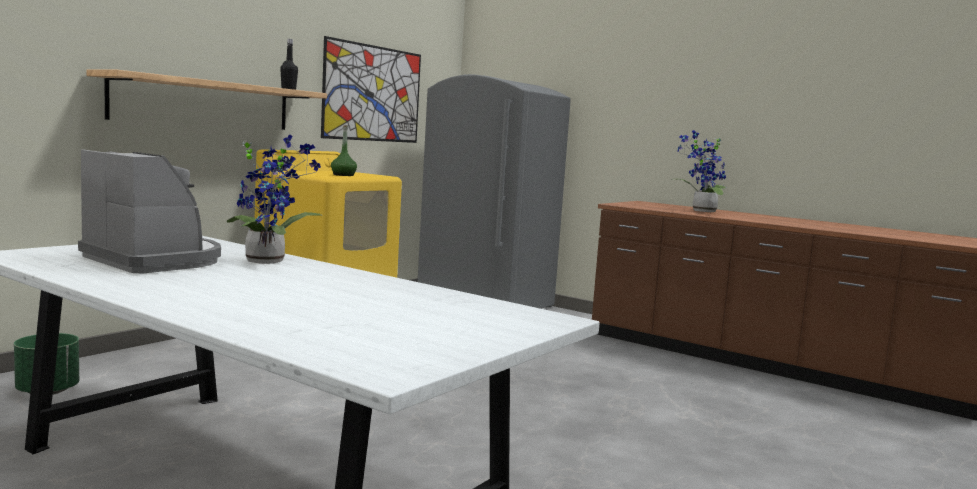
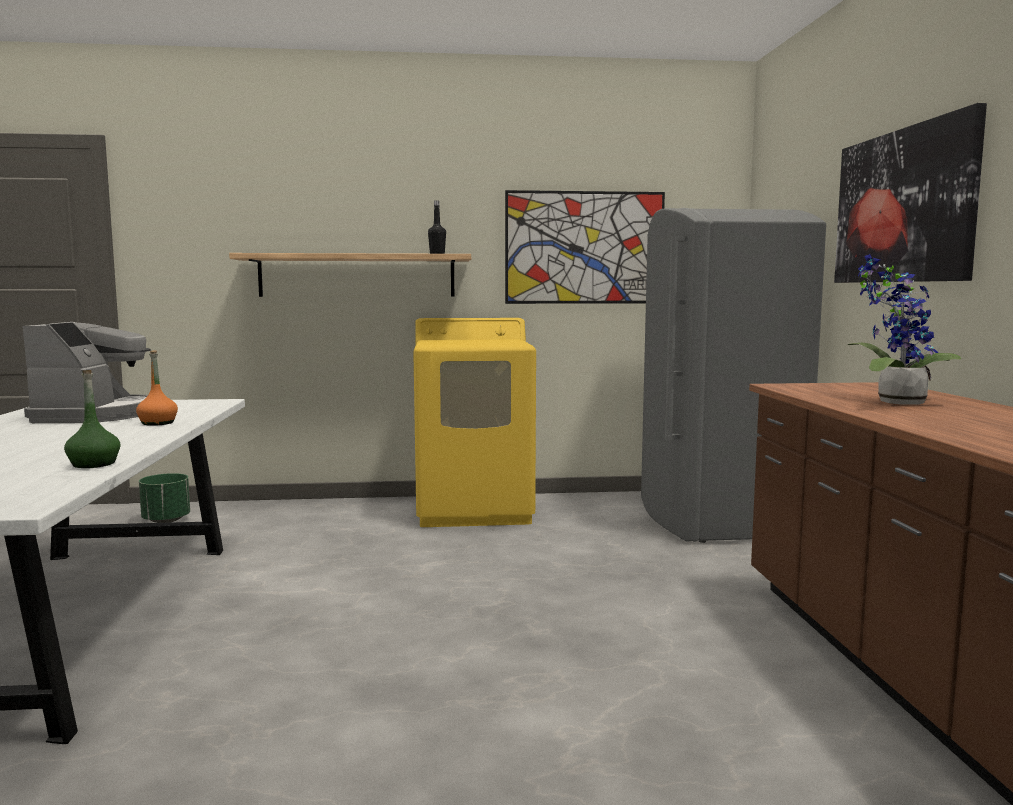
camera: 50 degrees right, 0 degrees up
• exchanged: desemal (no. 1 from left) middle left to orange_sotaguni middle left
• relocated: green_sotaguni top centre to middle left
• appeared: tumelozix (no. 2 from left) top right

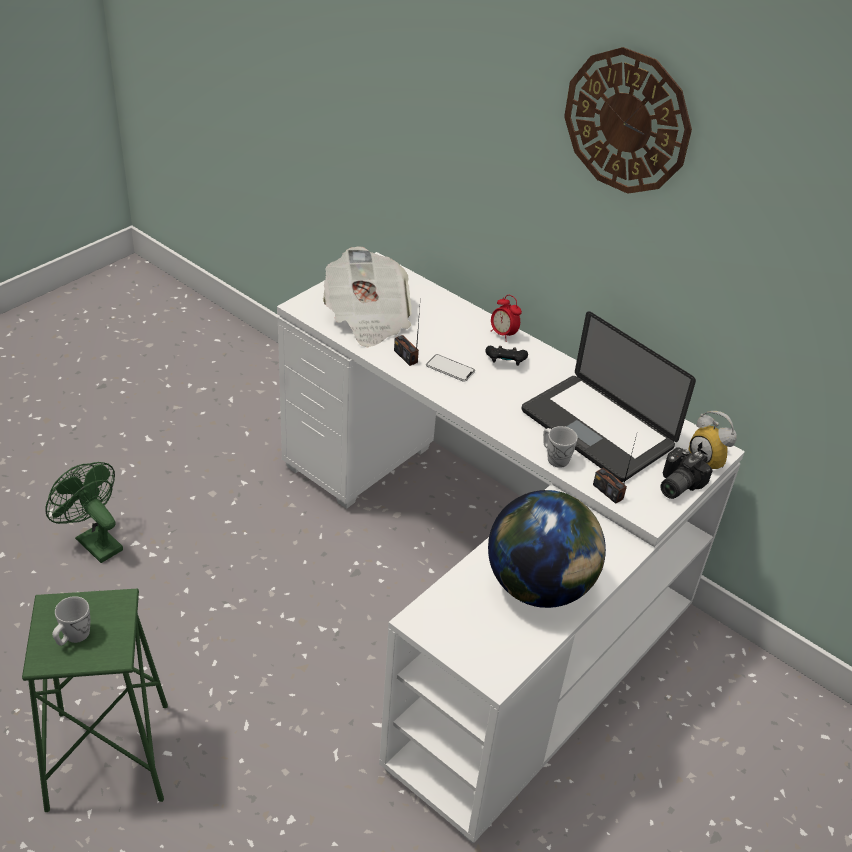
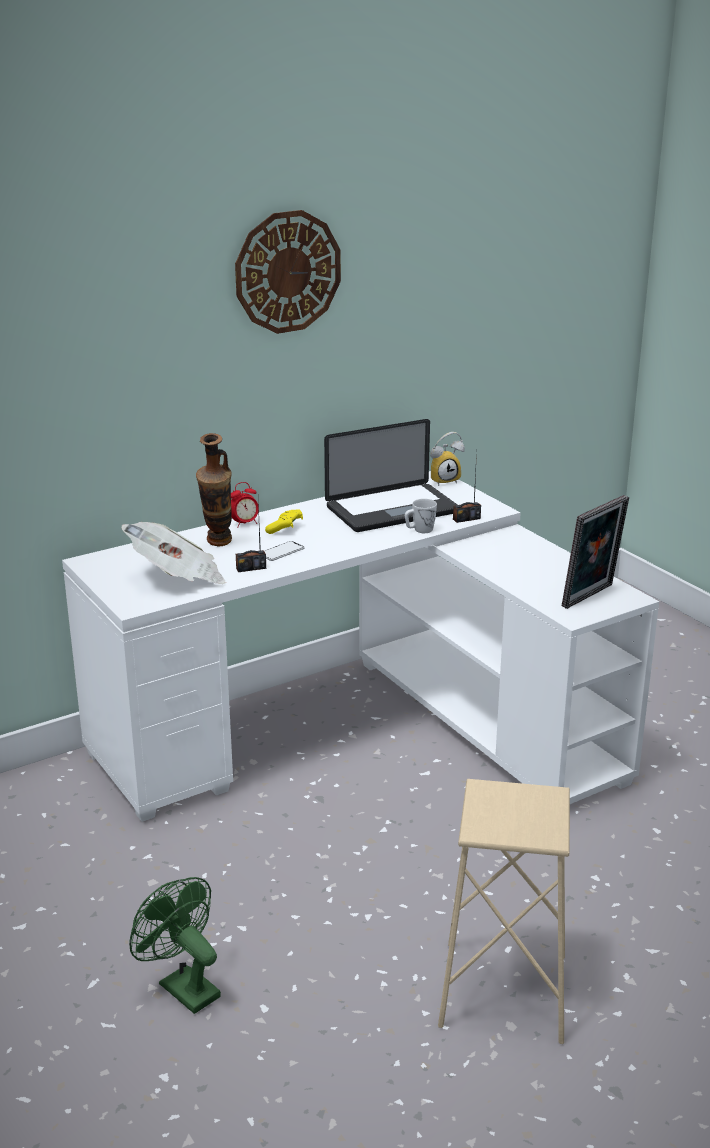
camera: 70 degrees left, 15 degrees down
• colour: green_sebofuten bottom left to beige_sebofuten bottom right
• spun: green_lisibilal middle left = bottom left 75 degrees clockwise
• missing: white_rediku (no. 1 from left) bottom left
• colour: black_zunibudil centre to yellow_zunibudil centre
• missing: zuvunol centre
• missing: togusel middle right
• appeared: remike middle left
• appeared: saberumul middle right

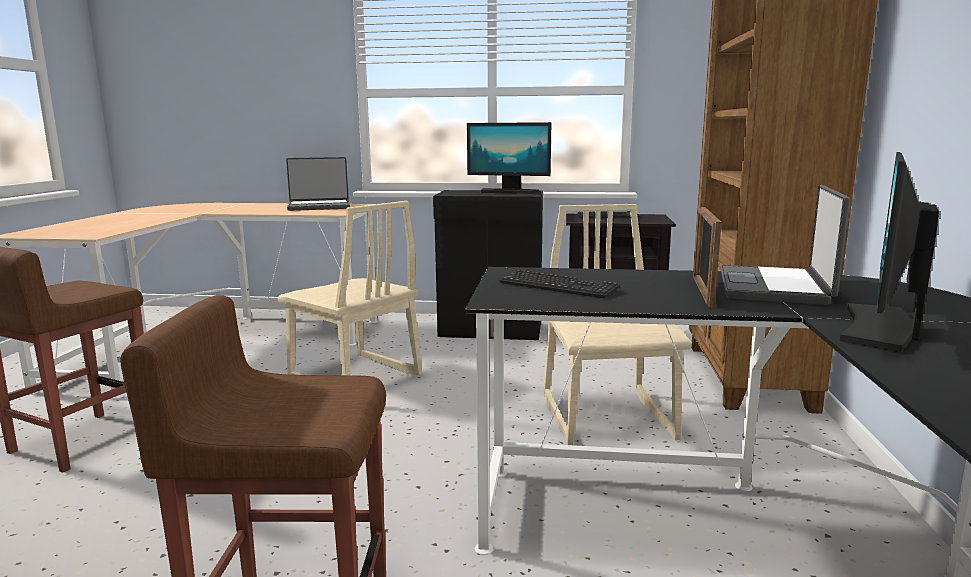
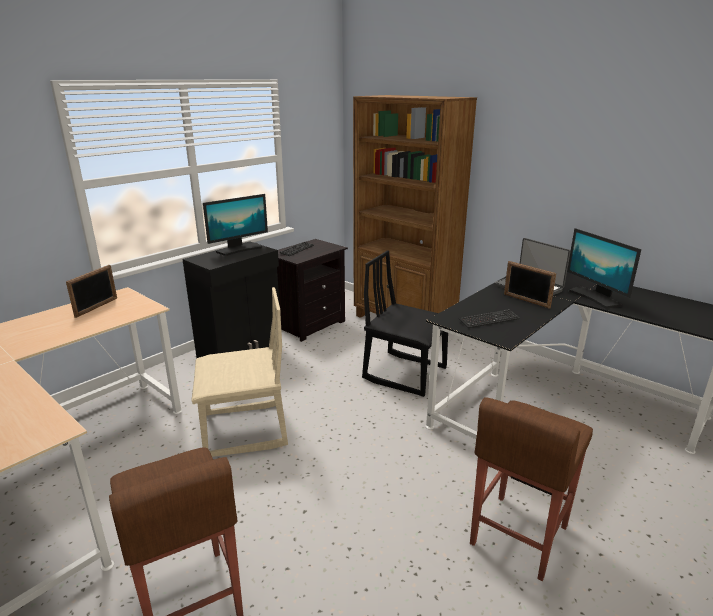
camera: 55 degrees left, 10 degrees up
• exchanged: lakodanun (no. 1 from left) top left to saberumul (no. 1 from left) middle left
• colour: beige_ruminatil (no. 2 from left) centre to black_ruminatil centre

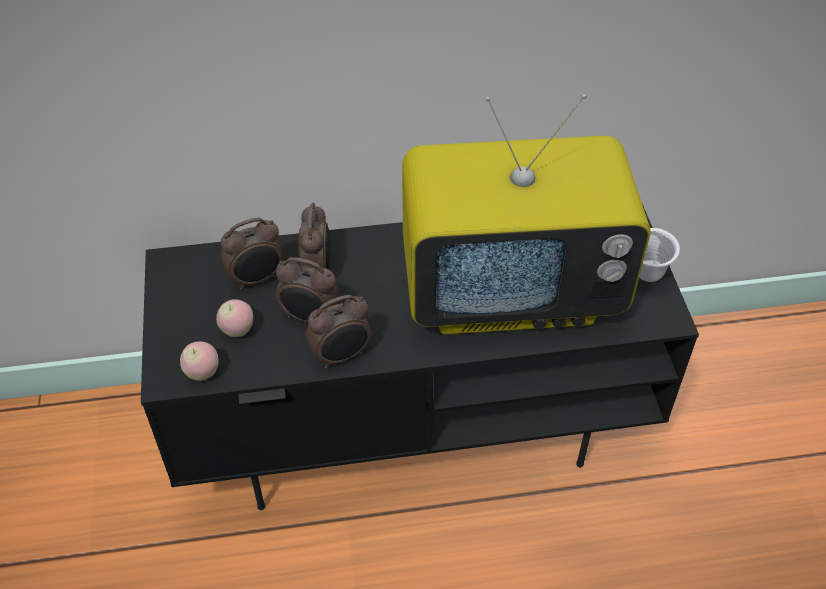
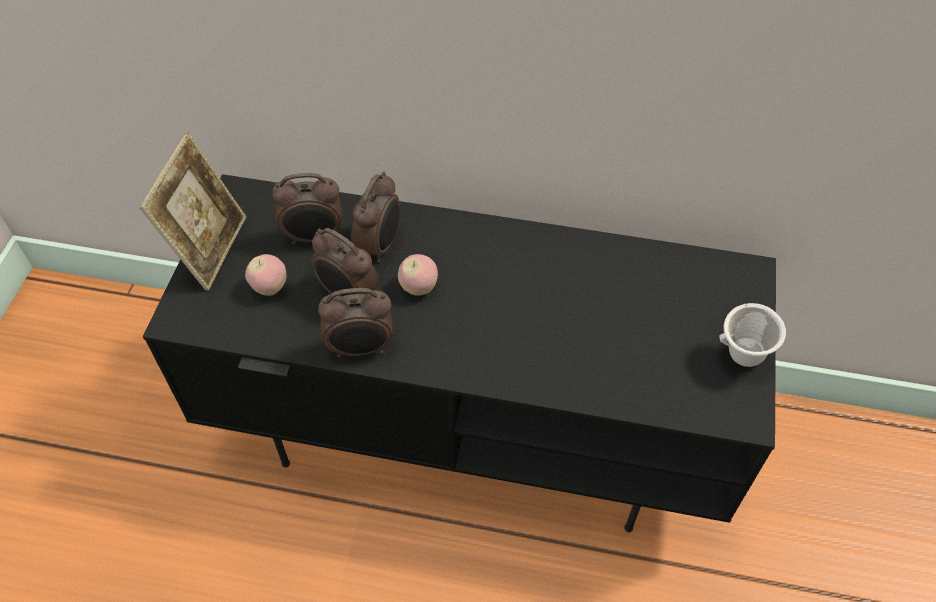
camera: 20 degrees right, 5 degrees up
• relocated: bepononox (no. 1 from left in the first image) middle left to bepononox (no. 2 from left) centre
• missing: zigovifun centre
• appeared: saberumul middle left

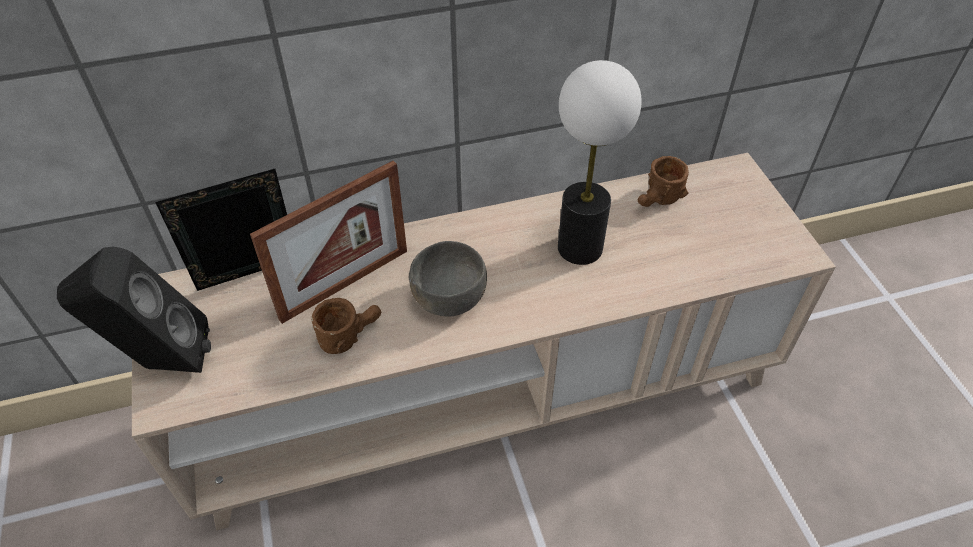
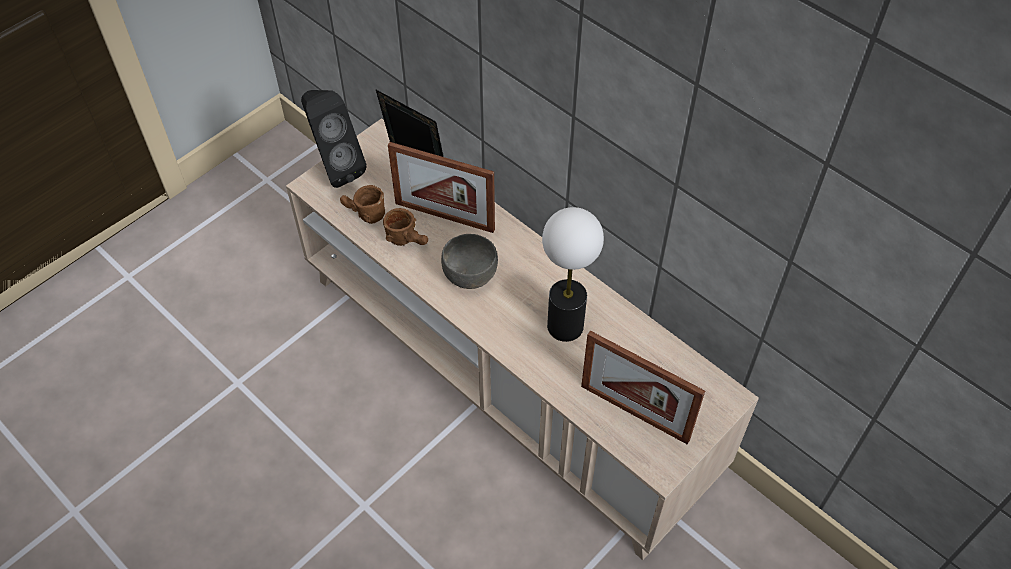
camera: 60 degrees right, 5 degrees up
• relocated: brown_rediku (no. 2 from left in the first image) top right to brown_rediku (no. 1 from left) centre
• appeared: saberumul (no. 3 from left) bottom centre

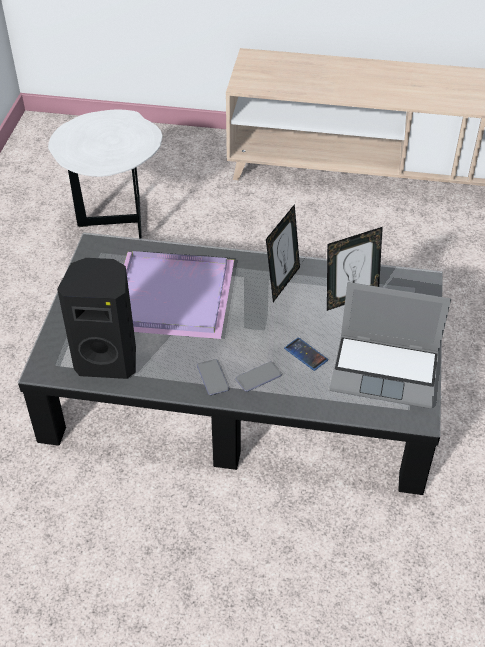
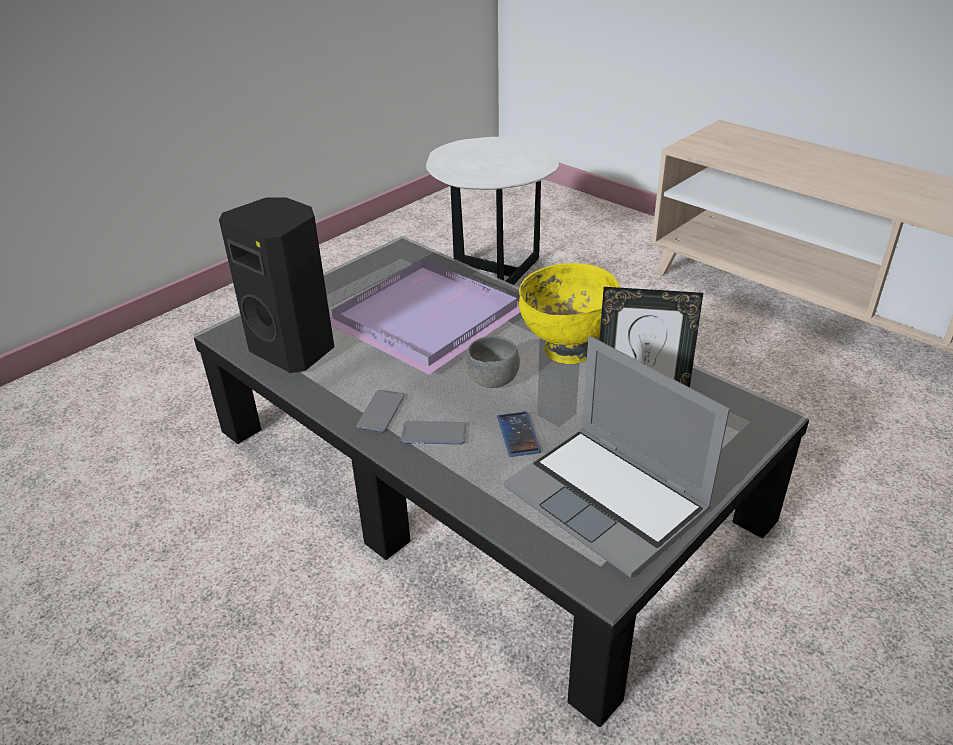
camera: 35 degrees right, 10 degrees down
• exchanged: saberumul (no. 1 from left) centre to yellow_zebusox centre
• appeared: grey_zebusox centre

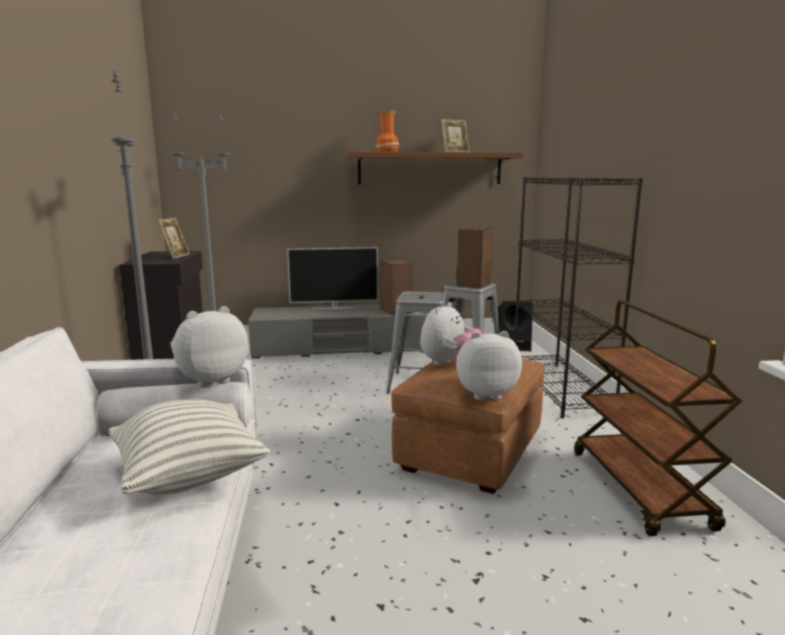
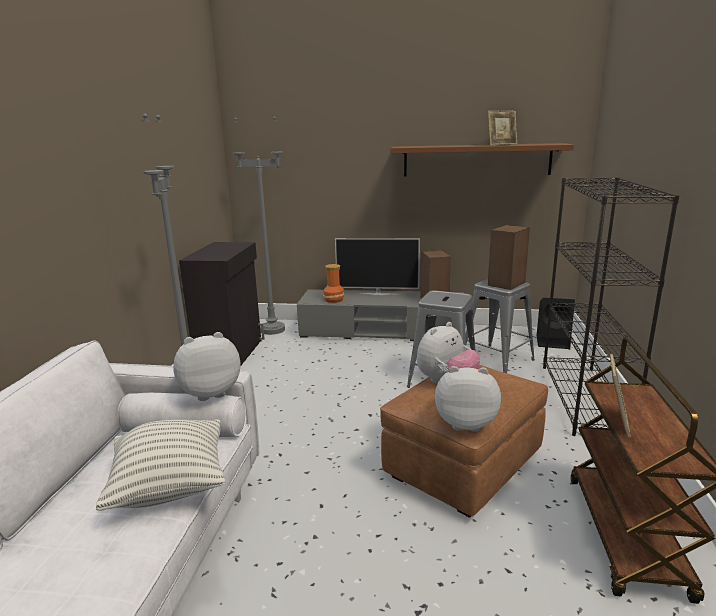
camera: 15 degrees right, 5 degrees up
• relocated: saberumul (no. 1 from left in the first image) middle left to saberumul (no. 2 from left) middle right
• relocated: remike top centre to centre

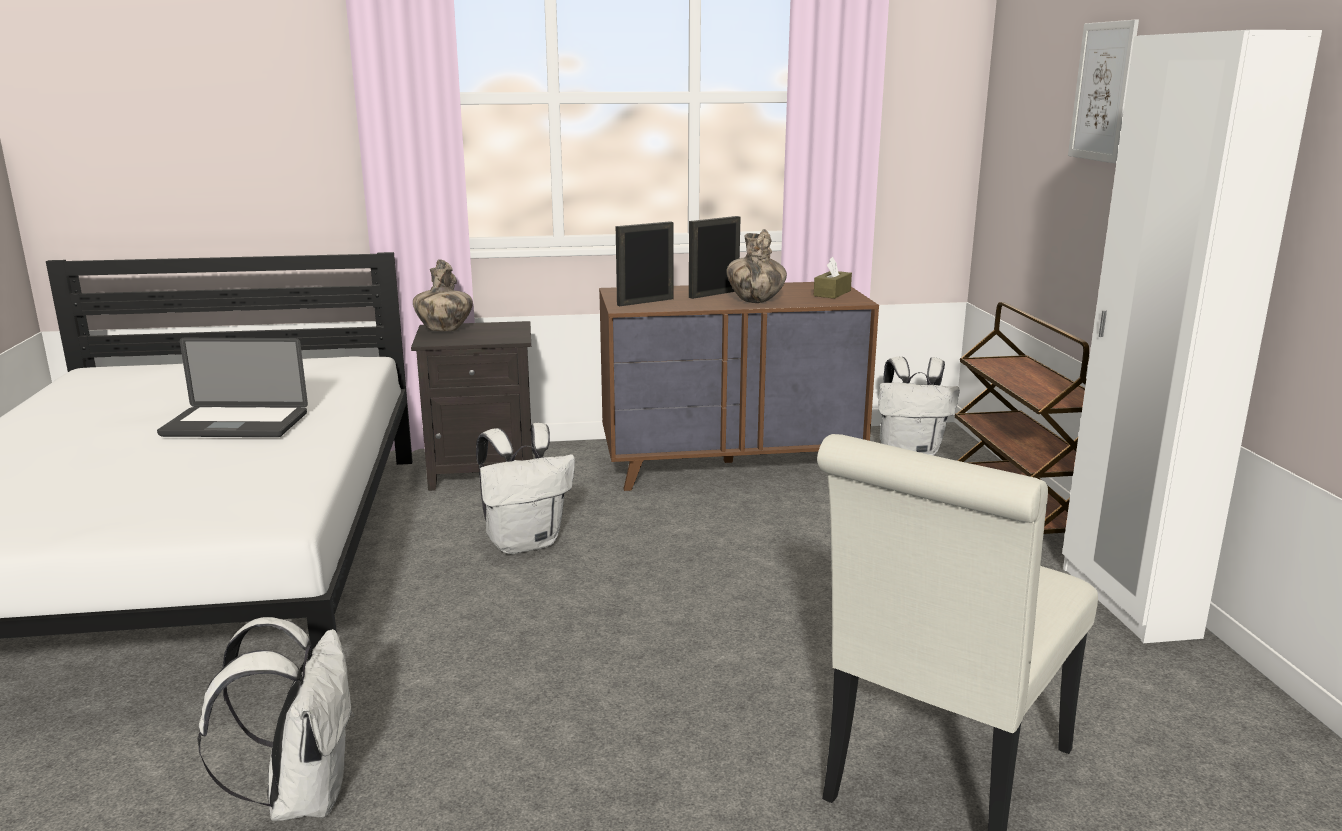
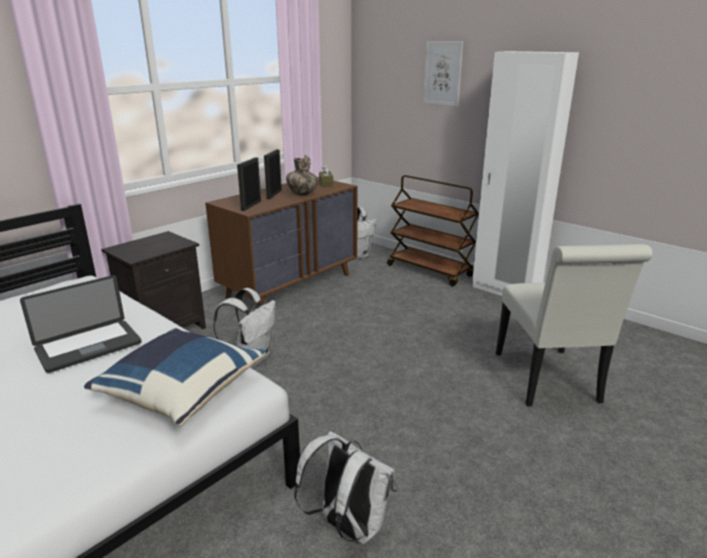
camera: 40 degrees left, 5 degrees up
• missing: remike (no. 1 from left) middle left
• appeared: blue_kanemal bottom left

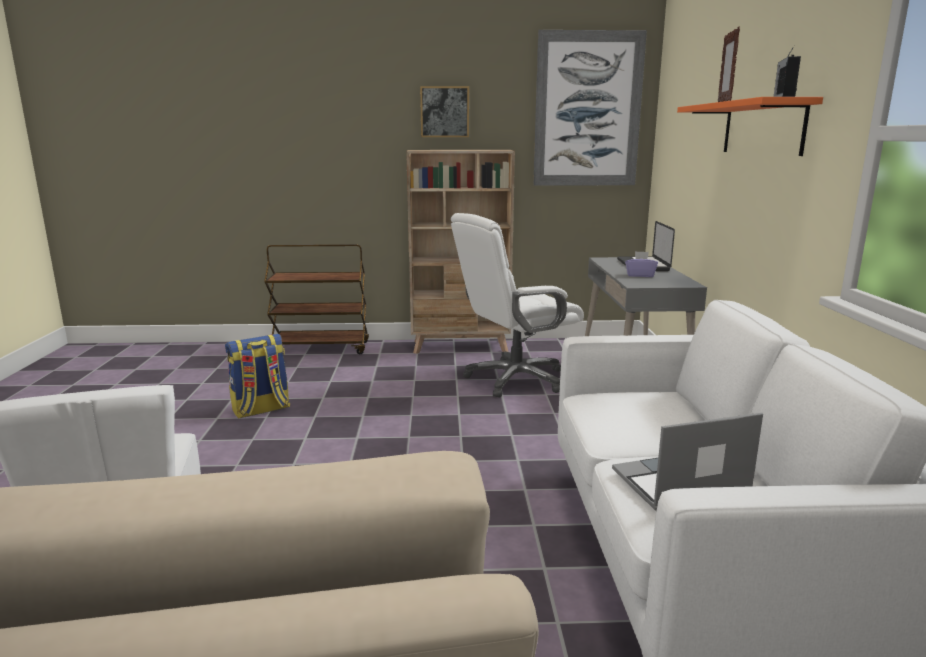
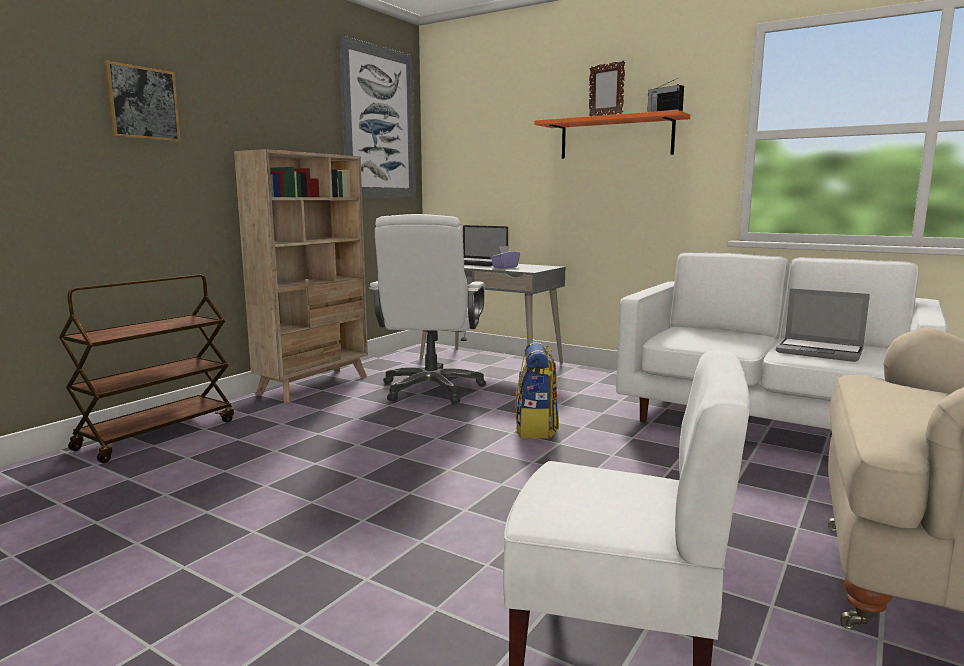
camera: 55 degrees left, 5 degrees down
• relocated: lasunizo middle left to centre
• relocated: tumelozix (no. 1 from left) top centre to top left
• spun: lakodanun (no. 2 from left) bottom right = middle right 75 degrees counterclockwise

